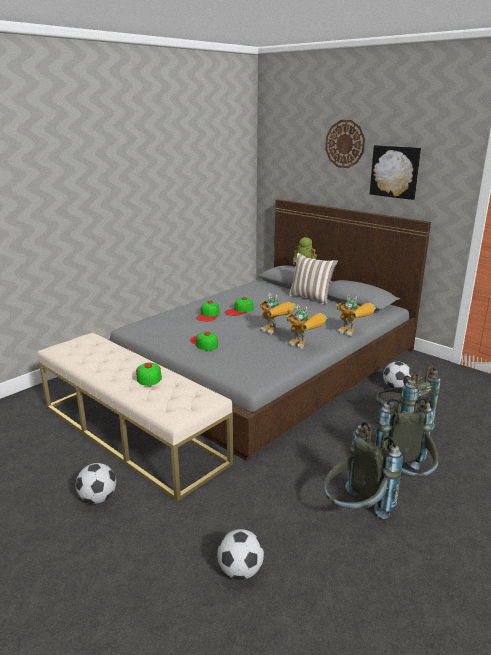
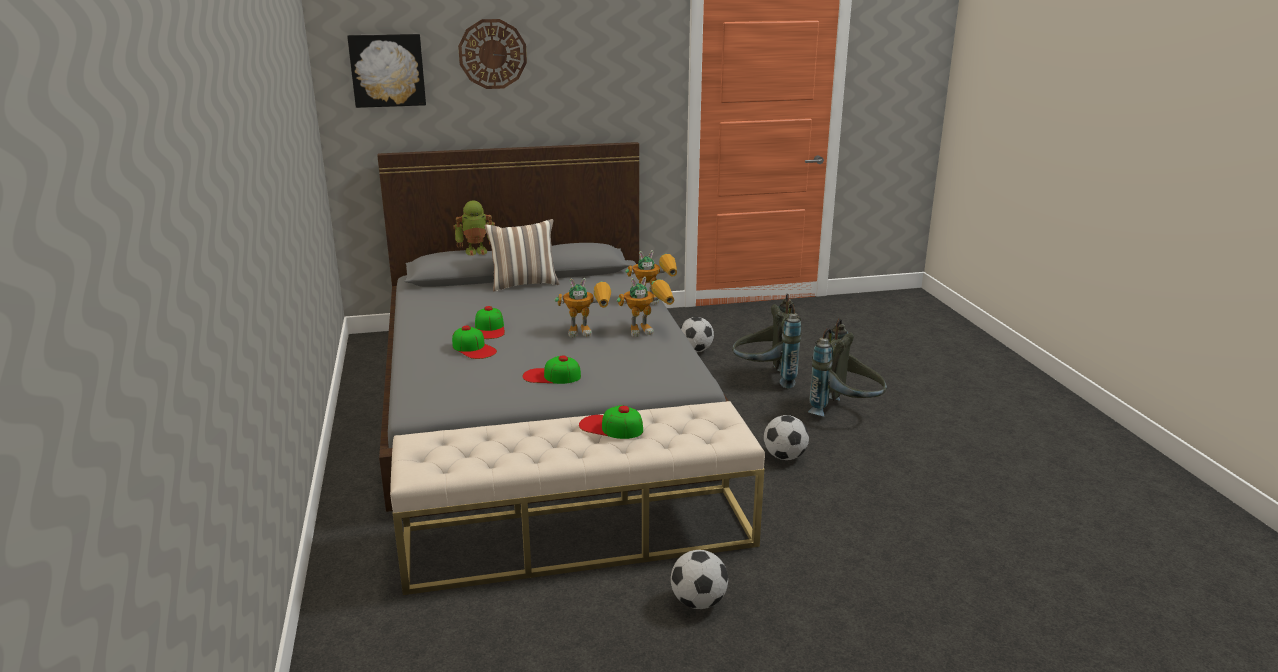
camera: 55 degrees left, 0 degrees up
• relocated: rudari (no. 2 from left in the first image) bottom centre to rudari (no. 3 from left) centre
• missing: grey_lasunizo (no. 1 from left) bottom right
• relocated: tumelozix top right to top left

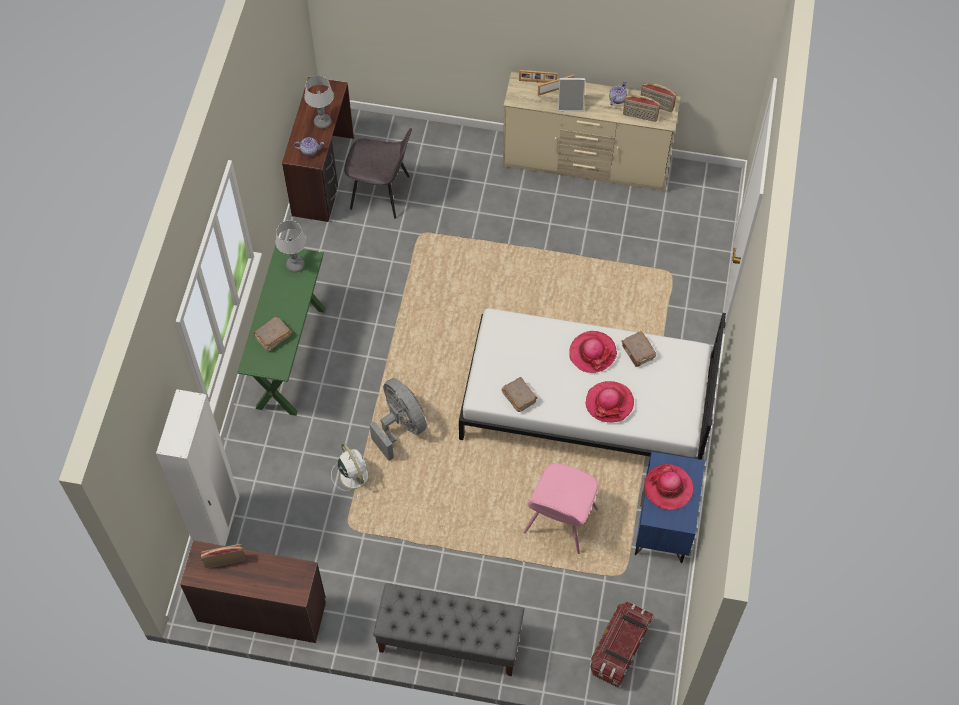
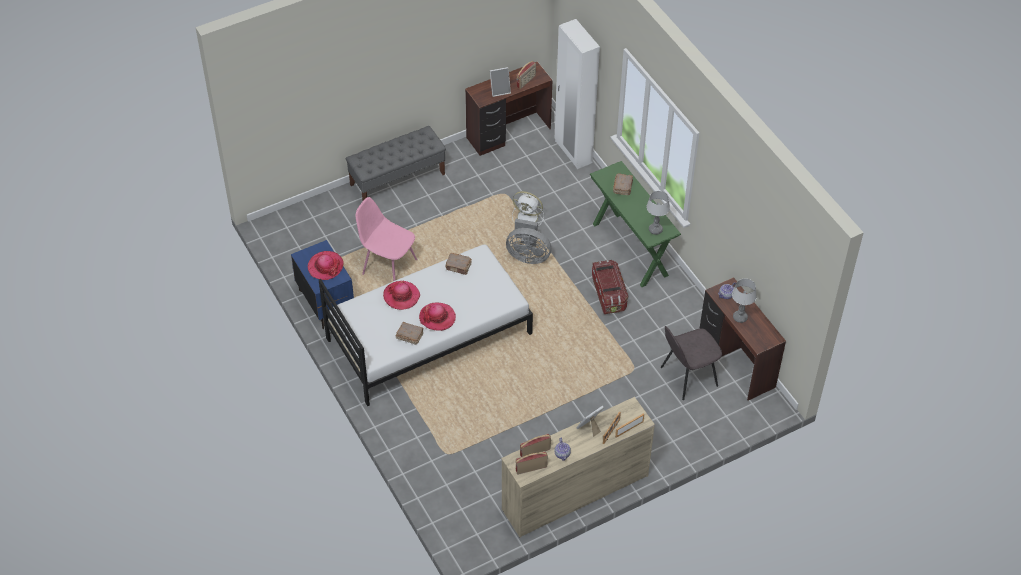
camera: 140 degrees right, 10 degrees down
• spun: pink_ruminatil bottom centre = centre 45 degrees counterclockwise
• relocated: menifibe bottom centre to centre
• appeared: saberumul (no. 1 from left) top centre

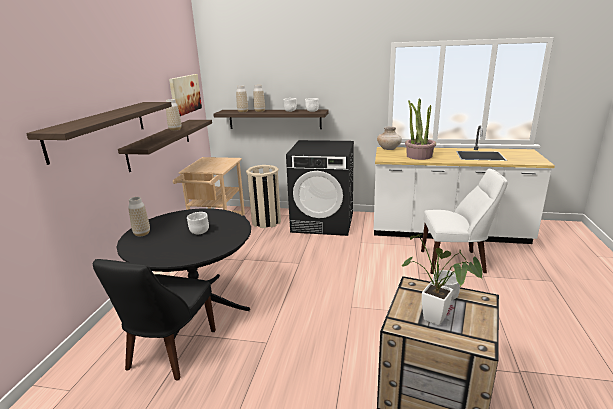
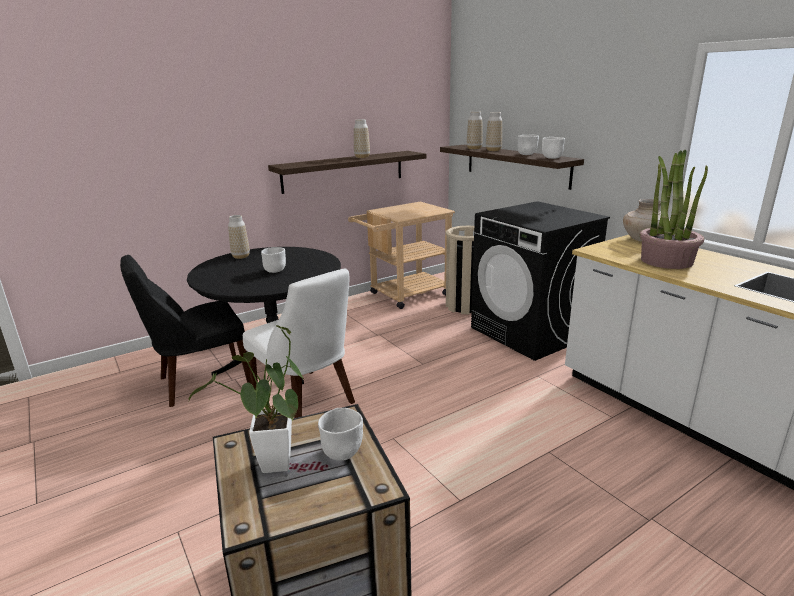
camera: 45 degrees right, 0 degrees up
• missing: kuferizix (no. 1 from left) top left
• missing: tumelozix top left
• relocated: white_ruminatil middle right to centre

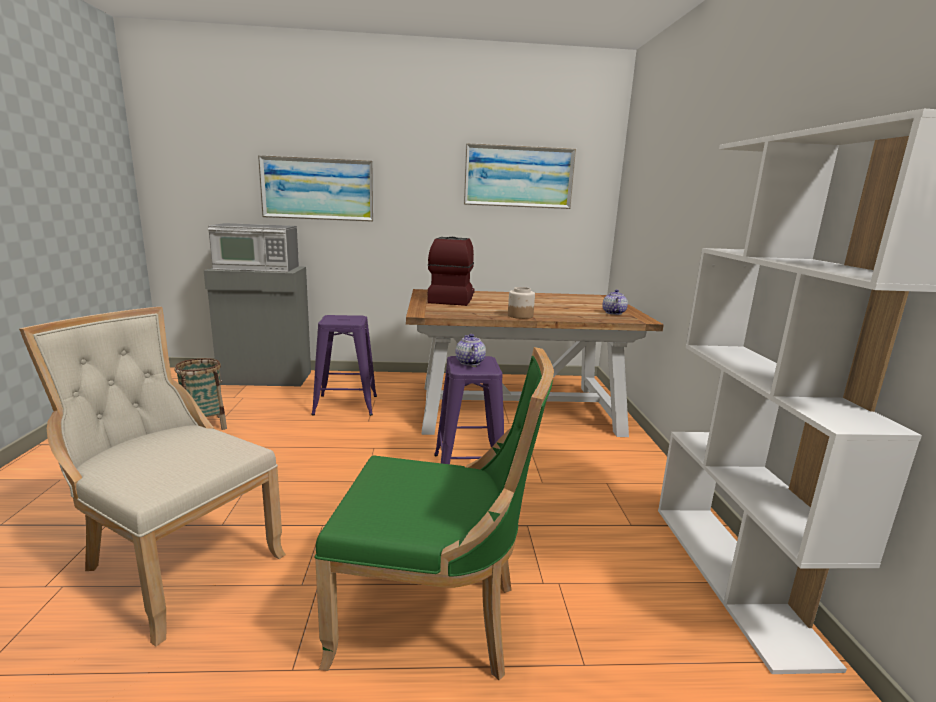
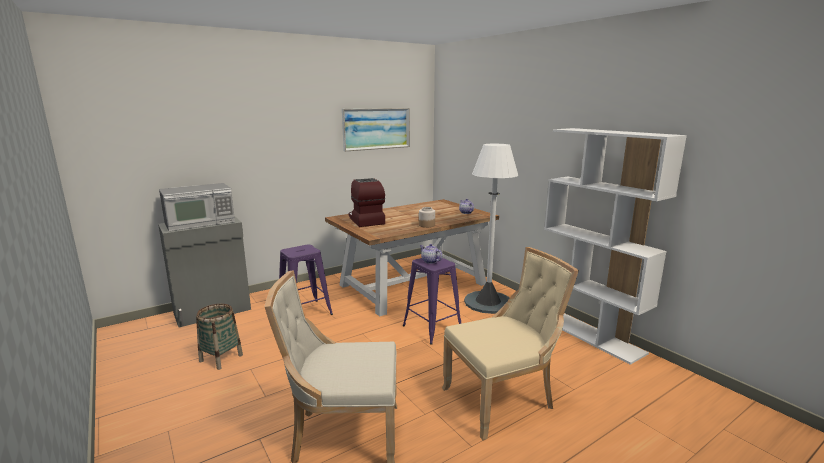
camera: 30 degrees left, 0 degrees up
• missing: tumelozix (no. 1 from left) top centre
• colour: green_ruminatil bottom centre to beige_ruminatil (no. 2 from left) bottom centre
• appeared: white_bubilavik centre

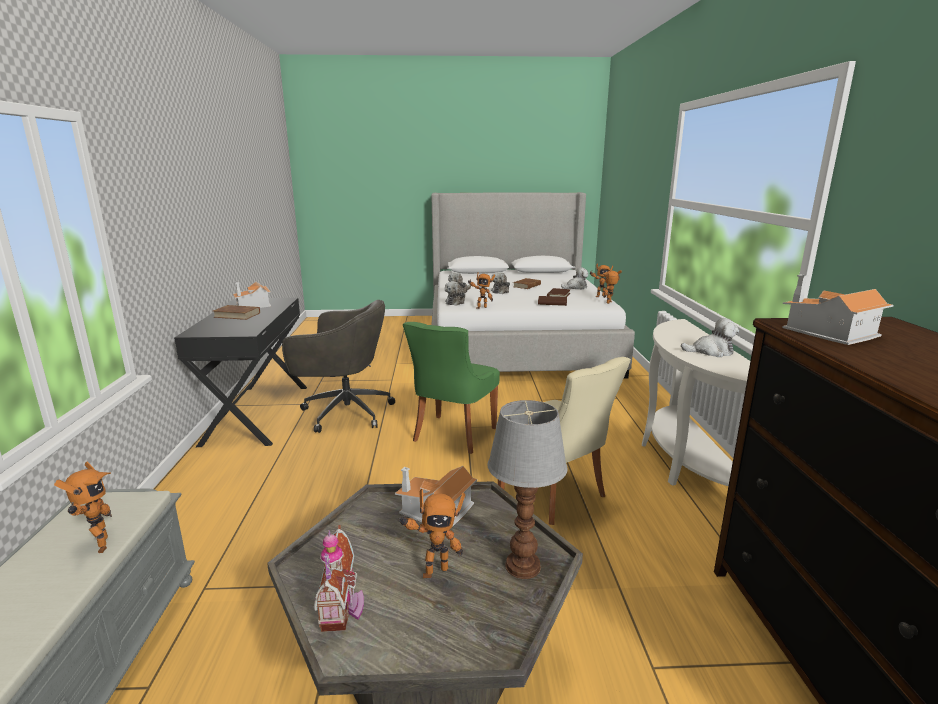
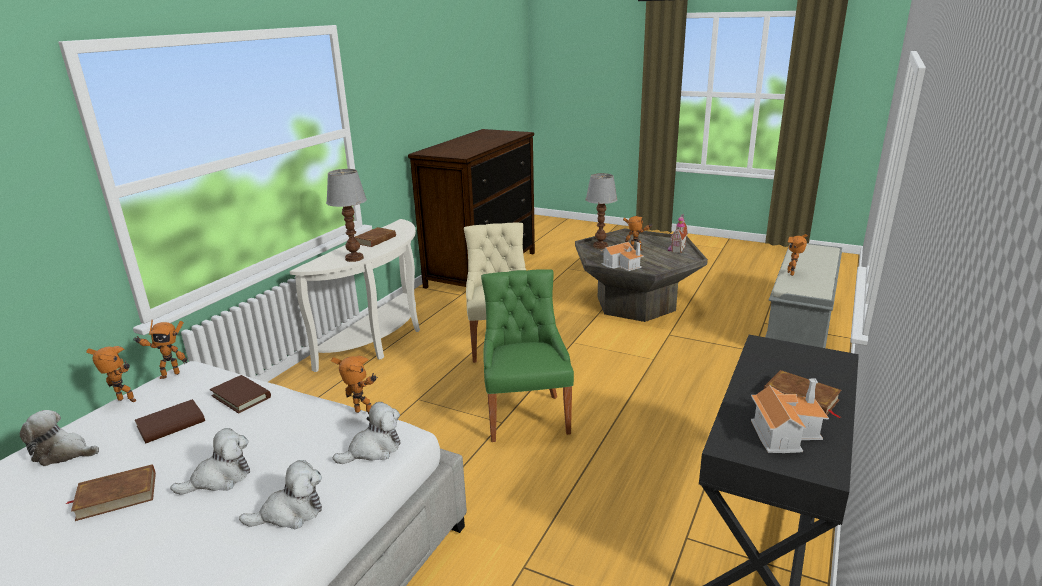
camera: 150 degrees left, 5 degrees up
• missing: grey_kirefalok centre
• spun: green_ruminatil centre = centre 60 degrees counterclockwise
• exchanged: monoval (no. 5 from left) middle right to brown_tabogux (no. 4 from left) centre
• missing: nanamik (no. 4 from left) middle right
• appeared: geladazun (no. 1 from left) middle left

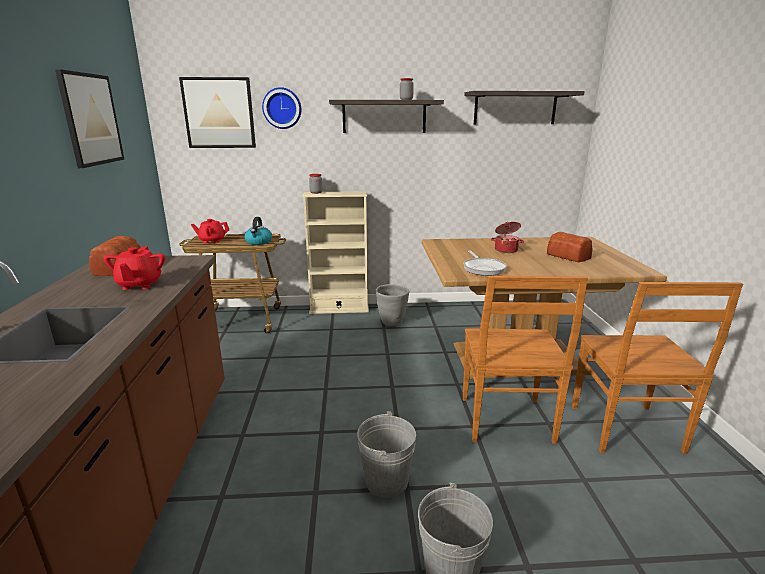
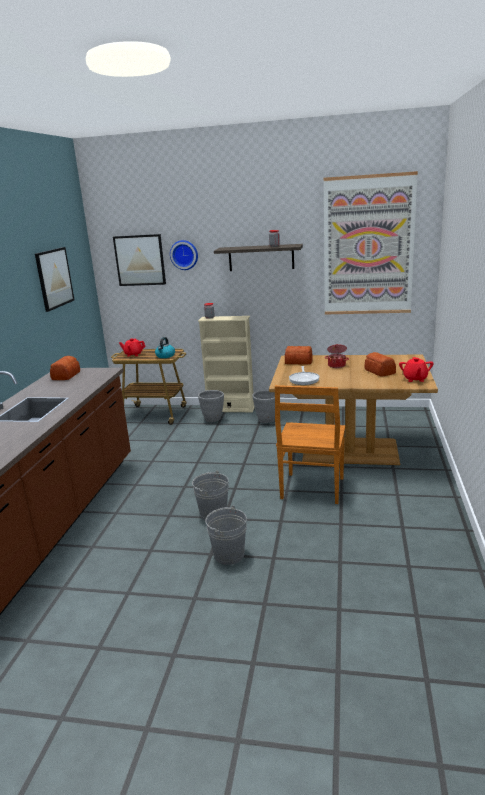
camera: 15 degrees right, 0 degrees up
• relocated: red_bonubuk (no. 1 from left in the first image) middle left to red_bonubuk (no. 2 from left) middle right
• exchanged: kuferizix (no. 2 from left) top right to tumelozix (no. 3 from left) top right
• missing: brown_ruminatil (no. 2 from left) middle right
• appeared: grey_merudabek (no. 1 from left) centre
• appeared: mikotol (no. 2 from left) centre

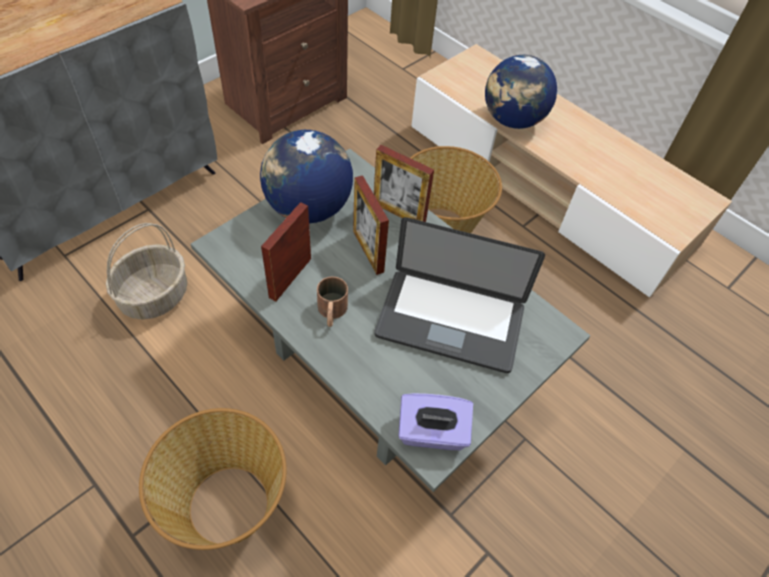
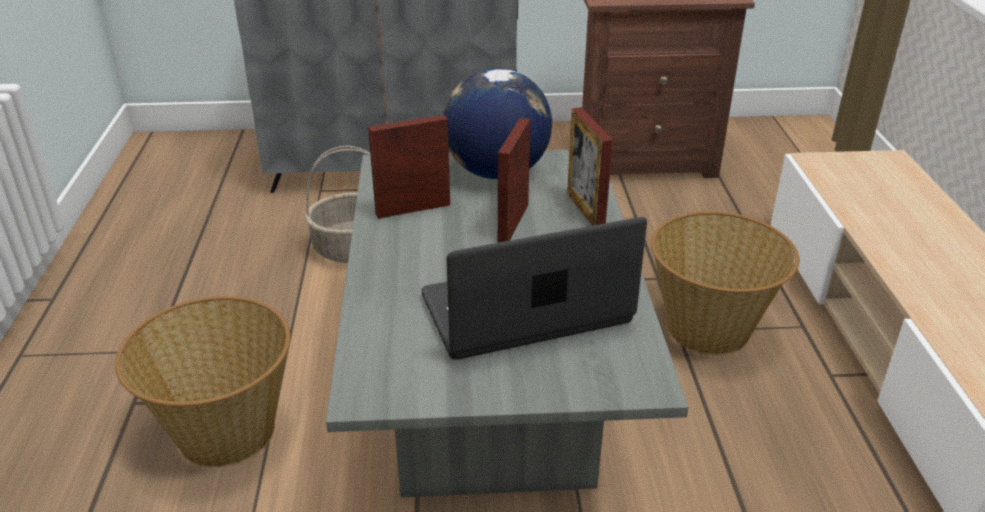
camera: 45 degrees right, 20 degrees down
• missing: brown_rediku centre
• spun: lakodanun centre = centre 105 degrees clockwise
• missing: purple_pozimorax bottom centre
• missing: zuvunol (no. 2 from left) top right

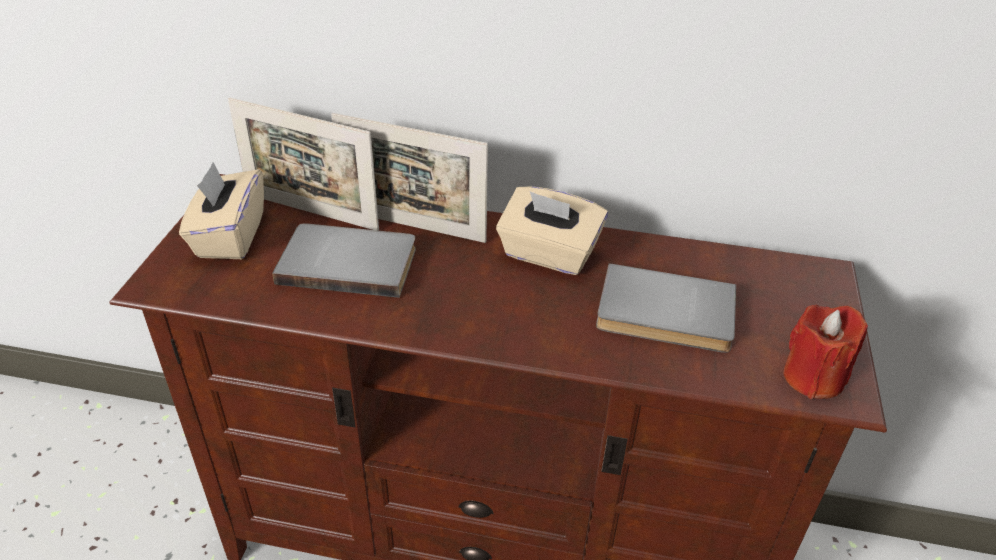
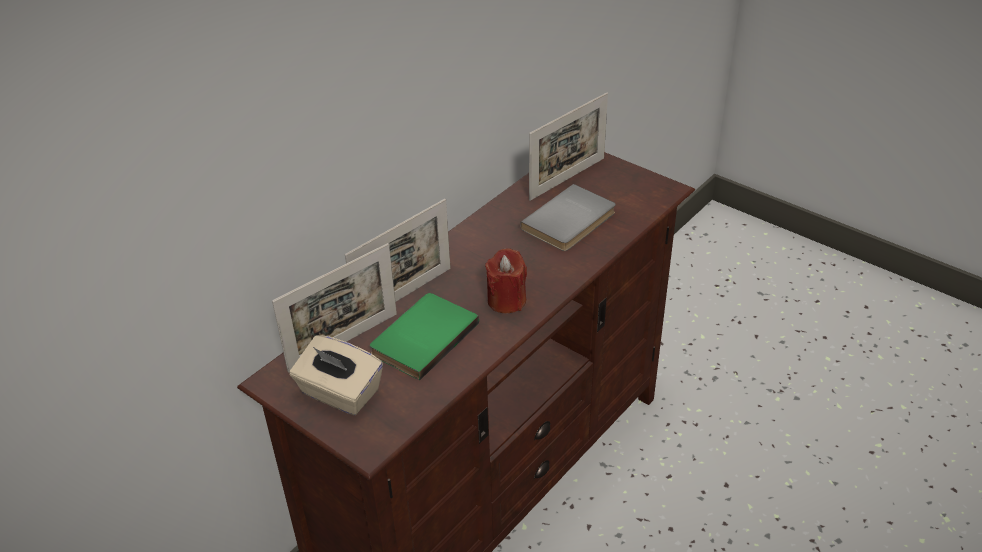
camera: 60 degrees left, 0 degrees up
• colour: grey_tabogux (no. 1 from left) centre to green_tabogux centre
• missing: beige_pozimorax (no. 2 from left) centre
• relocated: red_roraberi middle right to centre
• appeared: saberumul (no. 3 from left) top centre

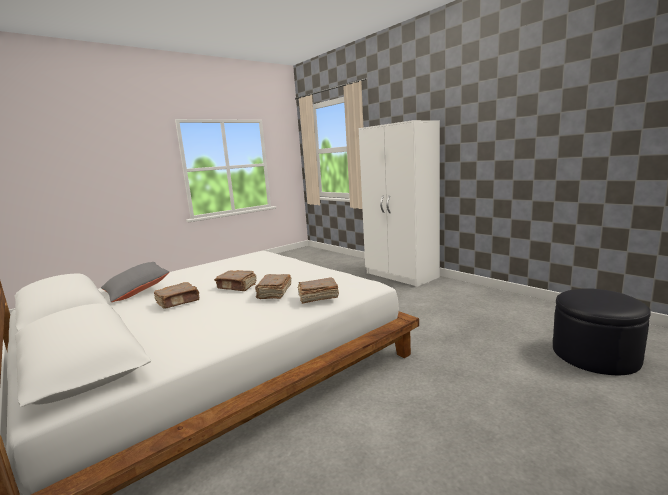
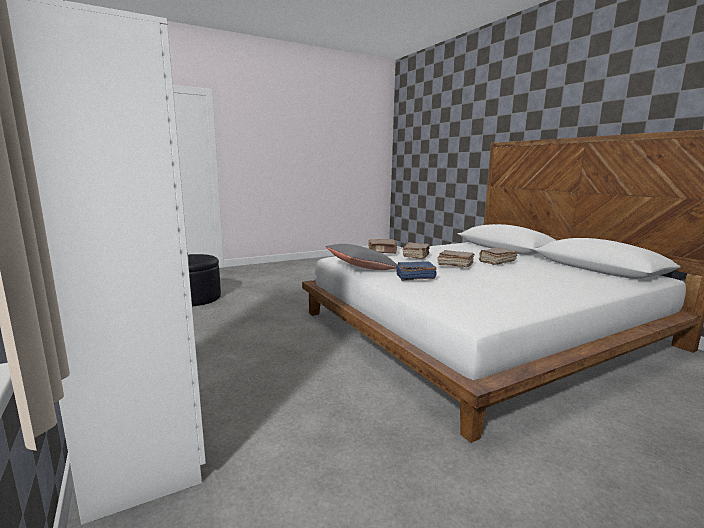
camera: 170 degrees left, 0 degrees up
• relocated: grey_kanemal middle left to centre
• appeared: blue_tabogux centre

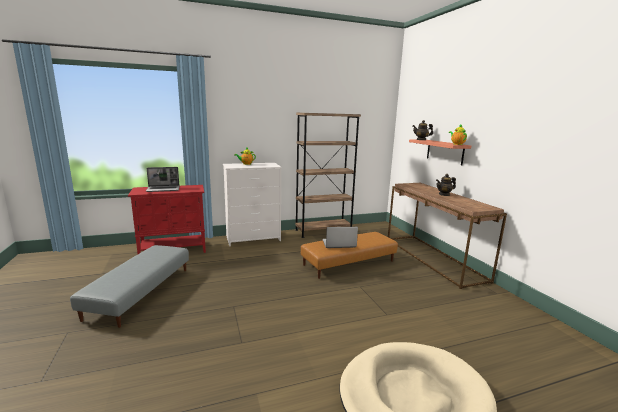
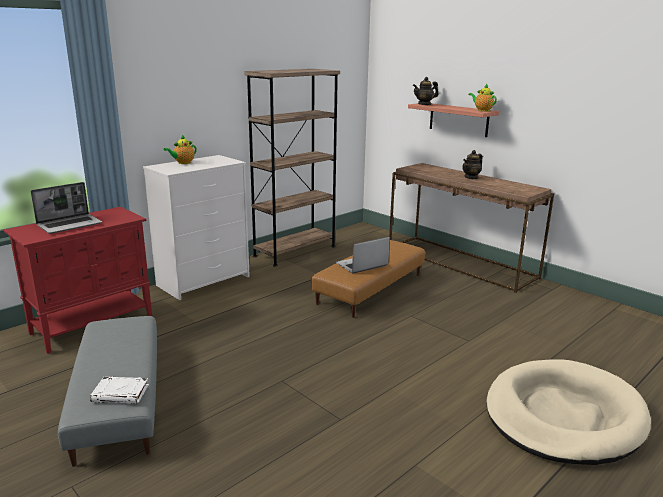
camera: 25 degrees left, 5 degrees up
• appeared: white_tabogux bottom left

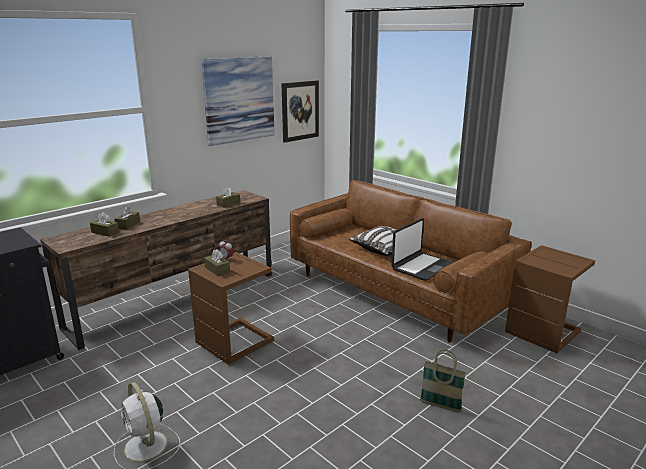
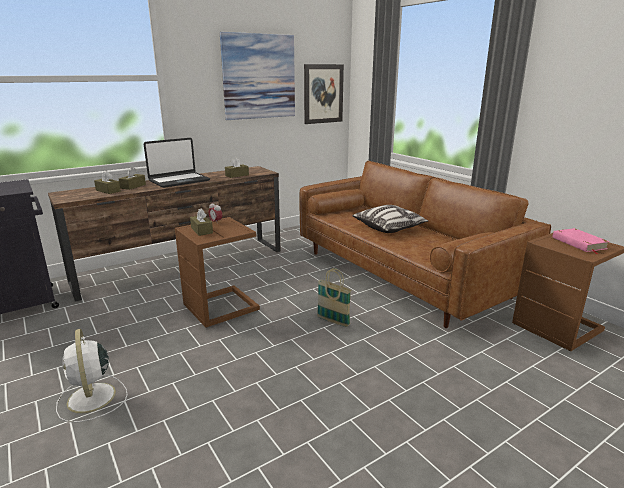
camera: 10 degrees right, 0 degrees up
• relocated: lakodanun centre to middle left
• relocated: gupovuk bottom right to centre
• appeared: pink_tabogux middle right

